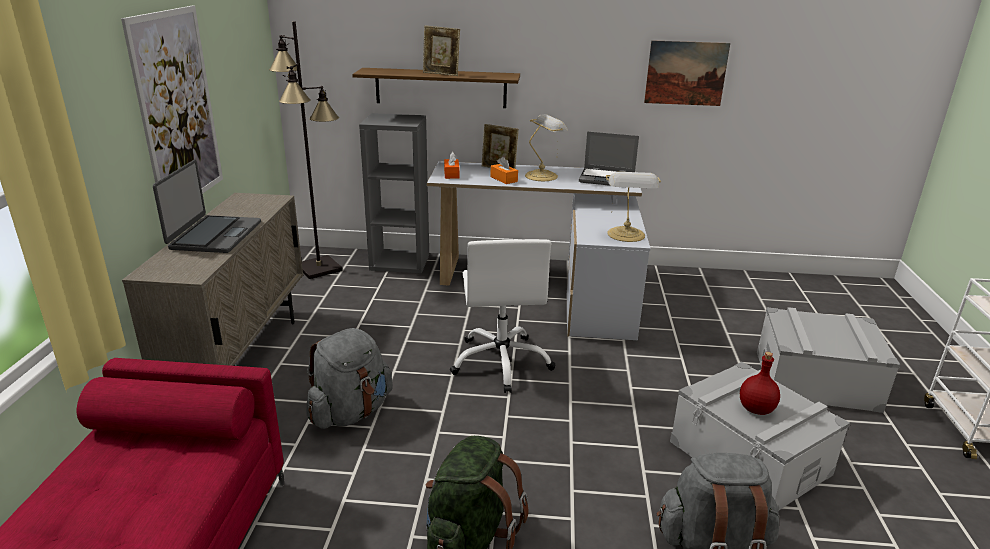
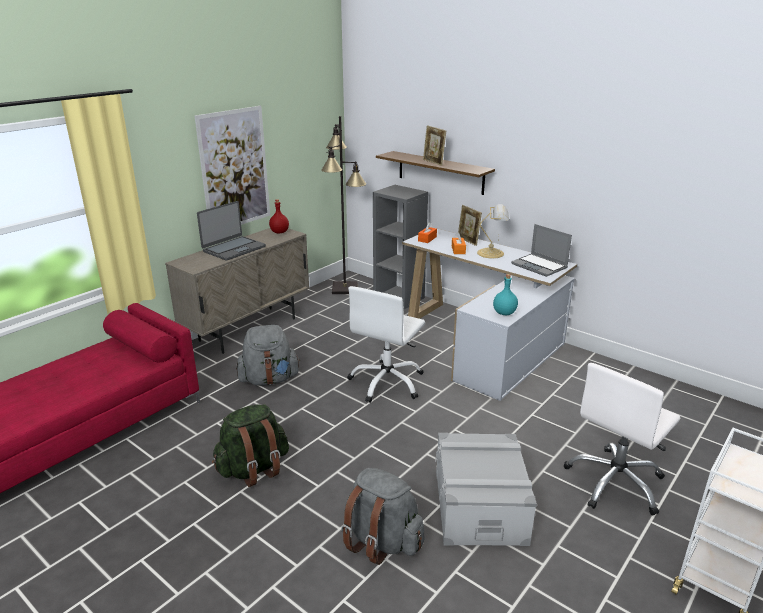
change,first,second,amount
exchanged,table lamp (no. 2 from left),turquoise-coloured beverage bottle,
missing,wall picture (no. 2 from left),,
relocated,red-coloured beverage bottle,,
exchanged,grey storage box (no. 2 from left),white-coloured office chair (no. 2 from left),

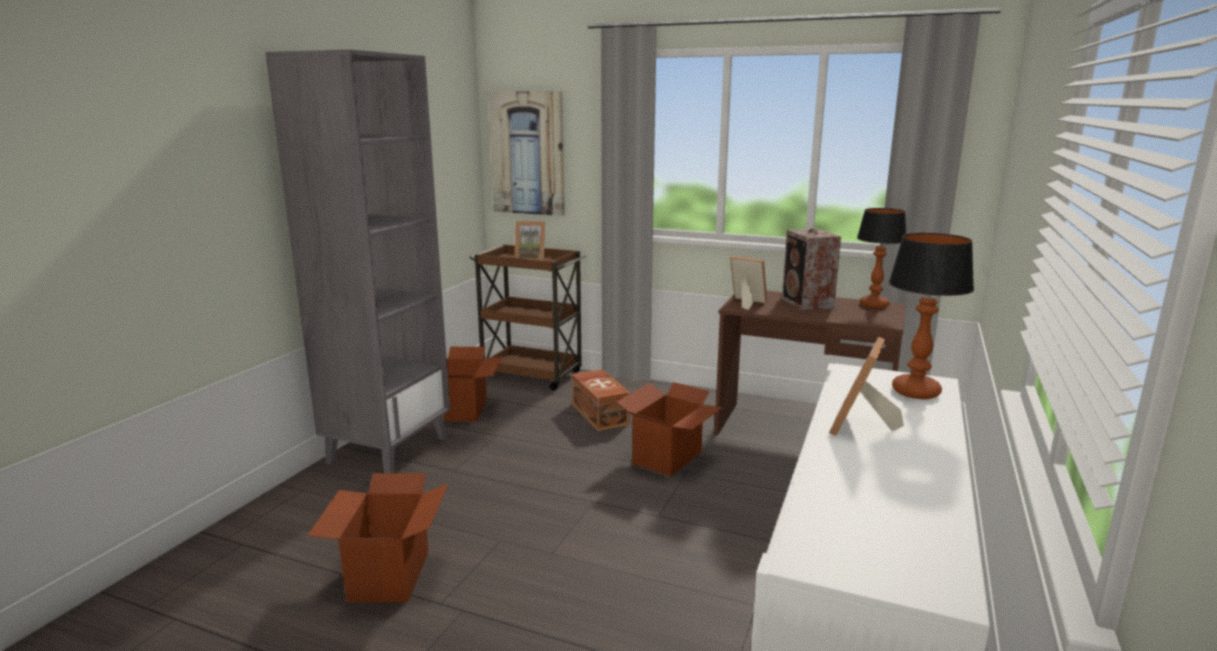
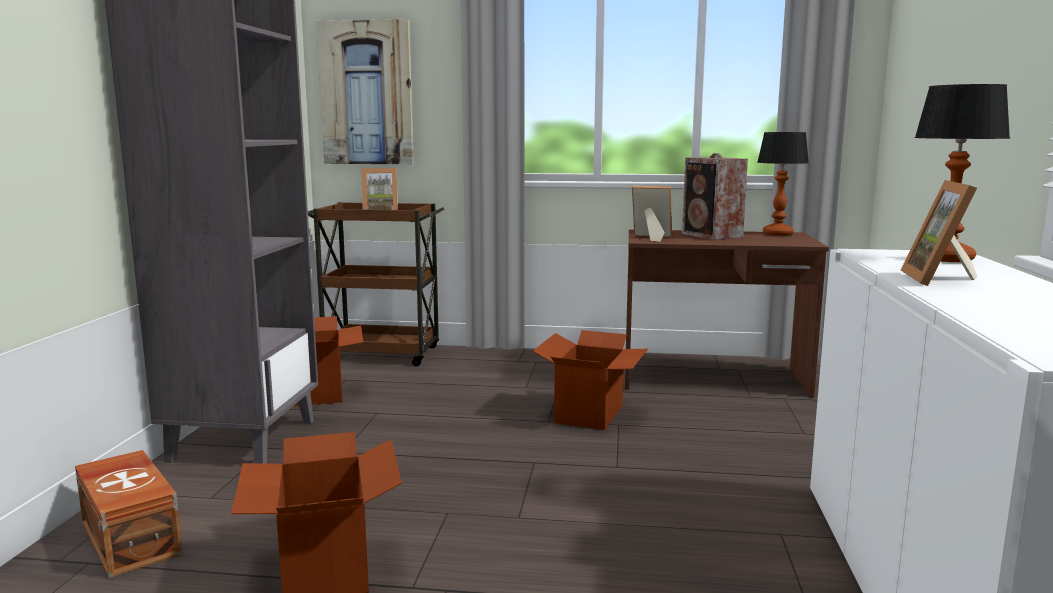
change,first,second,amount
relocated,brown storage box,,

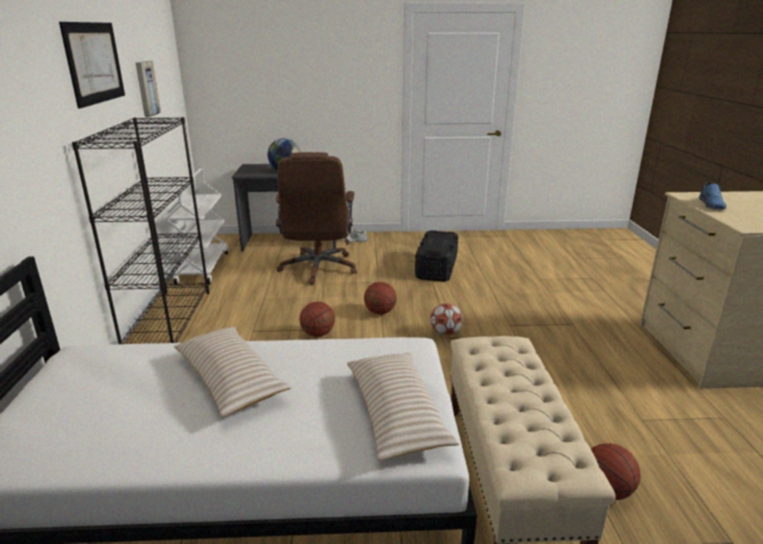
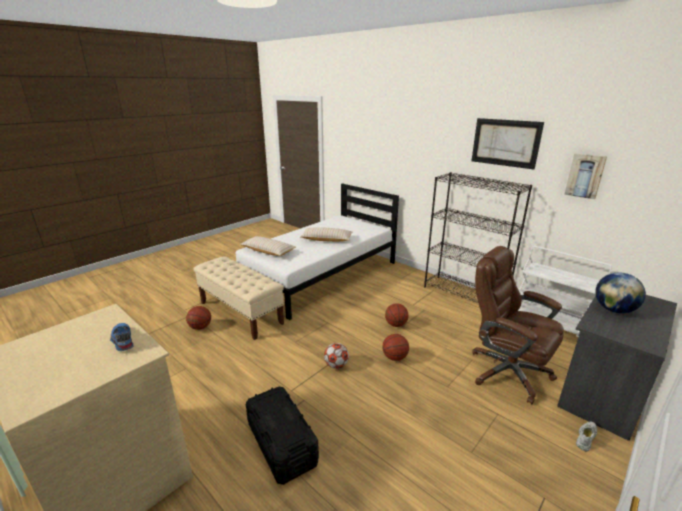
change,first,second,amount
relocated,black-coloured storage box,,

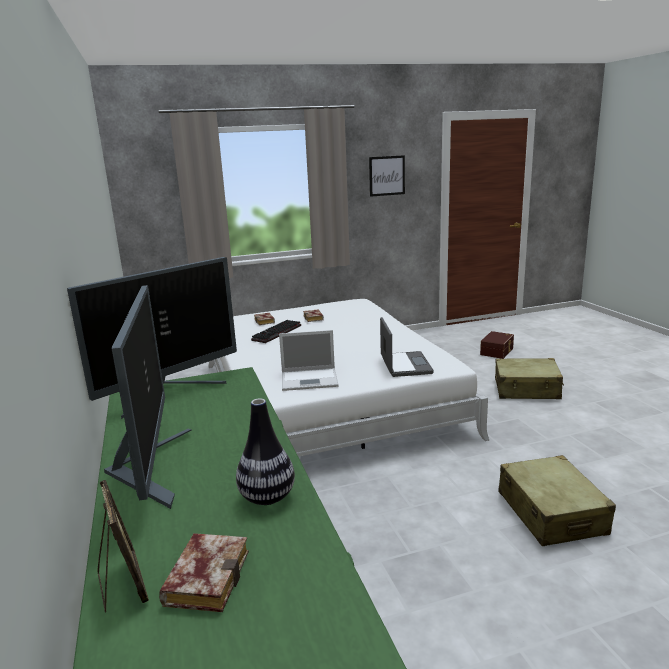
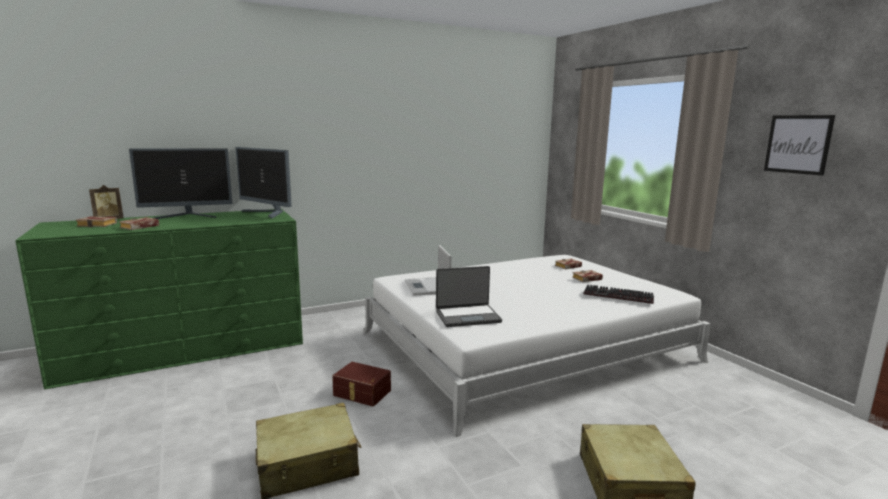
change,first,second,amount
exchanged,vase,book (no. 2 from left),
relocated,PC keyboard,,
relocated,brown storage box,,

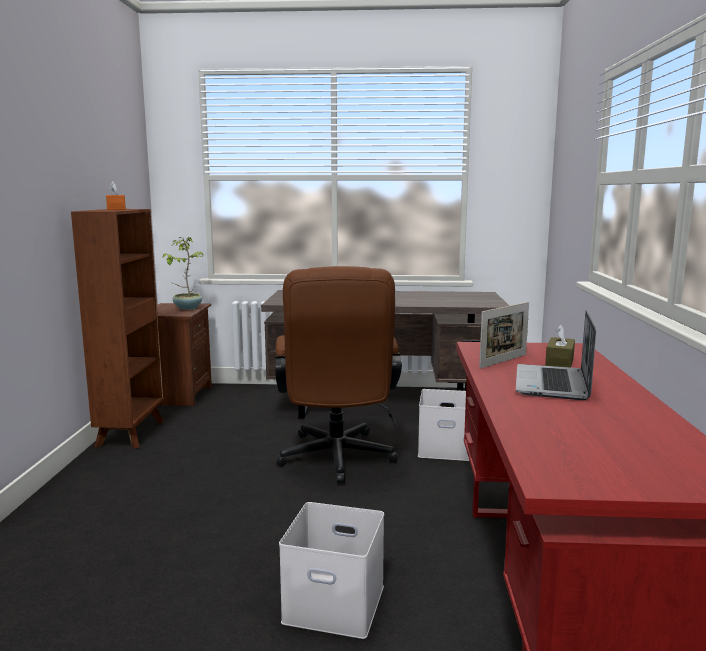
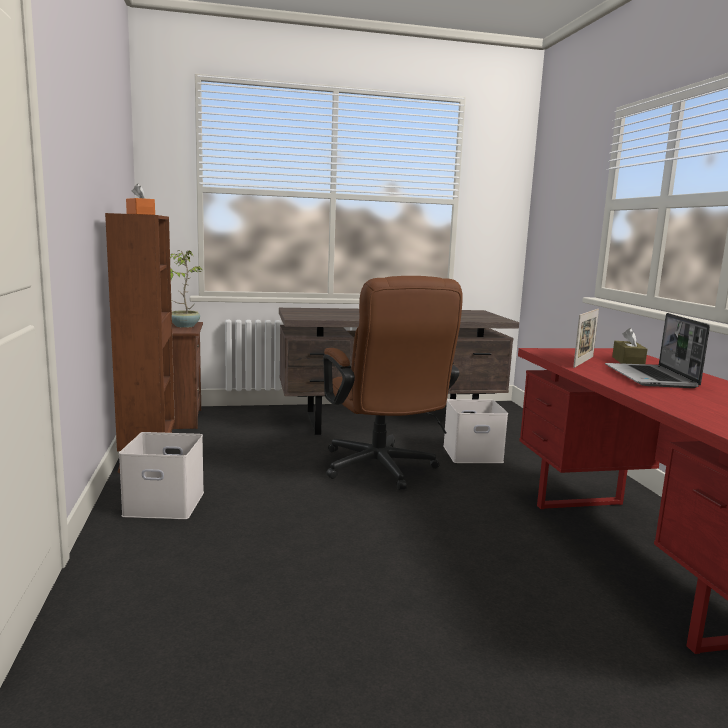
change,first,second,amount
relocated,white-coloured storage box (no. 1 from left),,

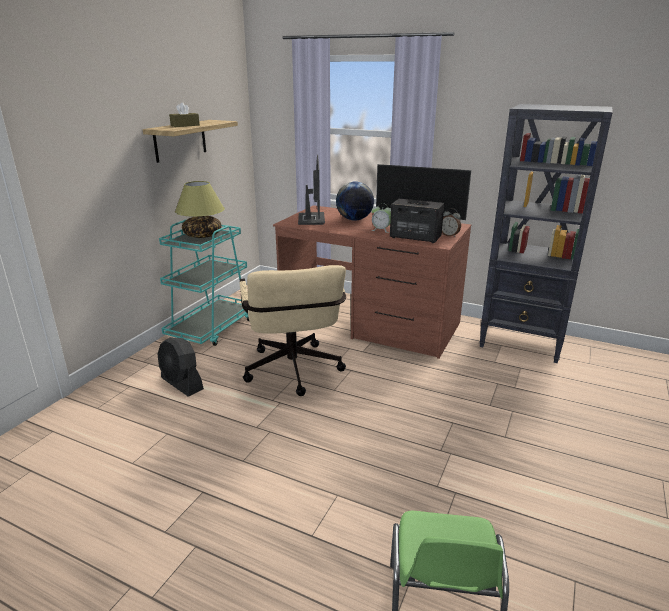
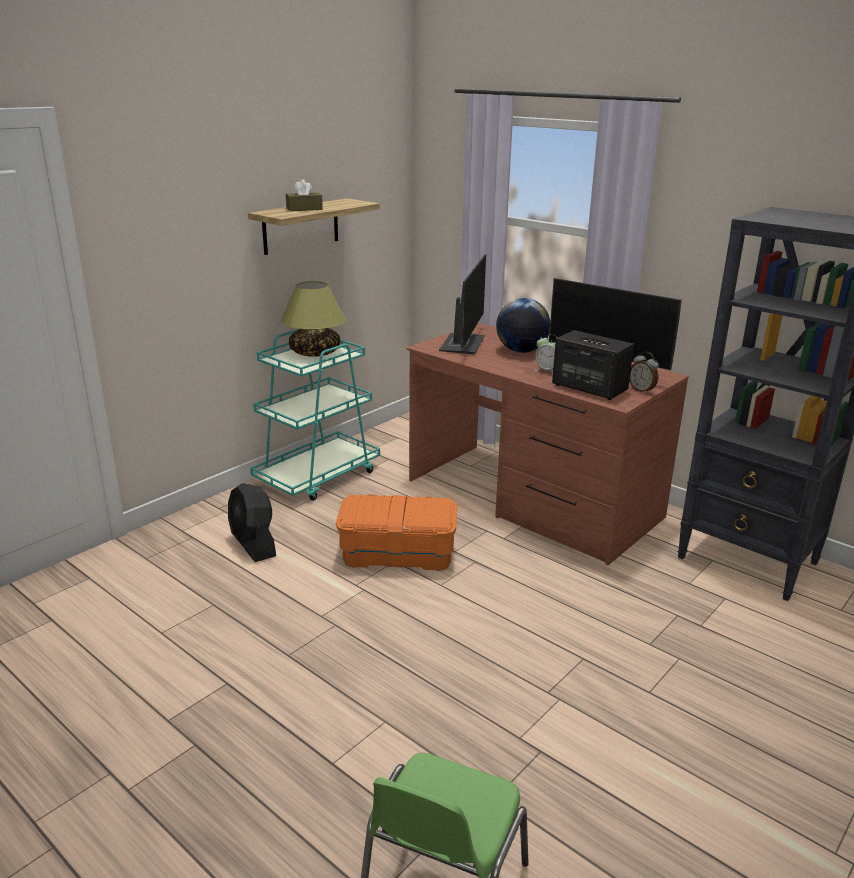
change,first,second,amount
exchanged,sand-coloured office chair,orange-coloured storage box,

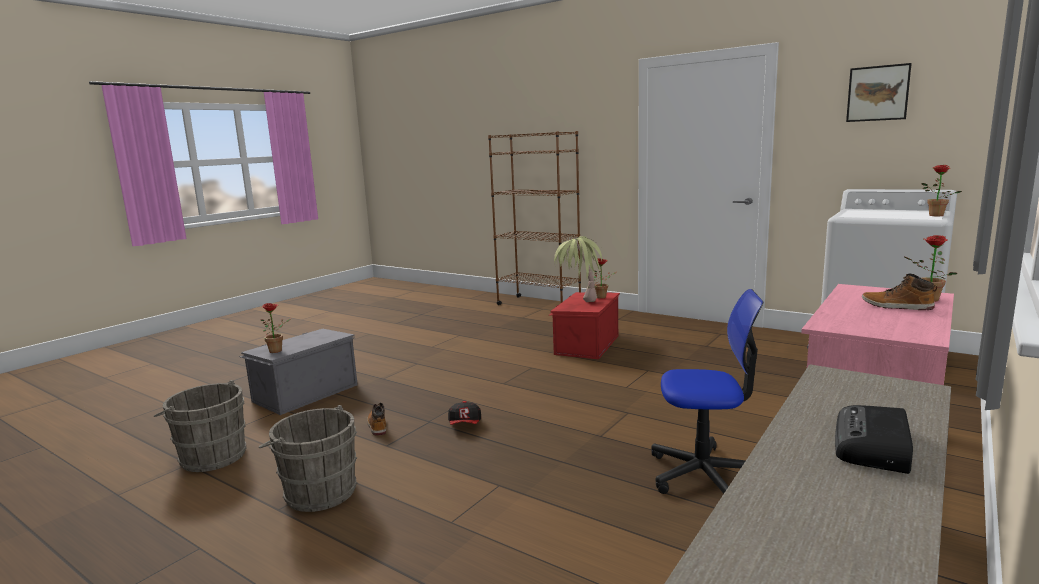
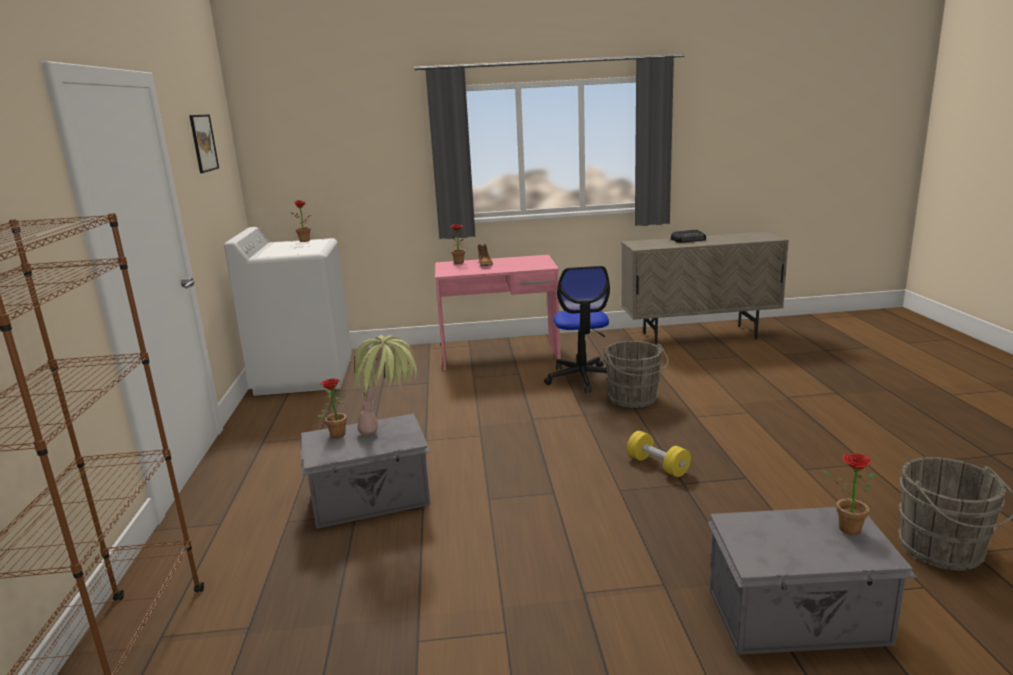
change,first,second,amount
relocated,grey bucket (no. 2 from left in the first image),grey bucket (no. 1 from left),
missing,tall boot (no. 1 from left),,
exchanged,baseball cap,yellow-coloured hand weight,
colour,red-coloured storage box,grey storage box (no. 1 from left),
spun,office chair,,150 degrees counterclockwise

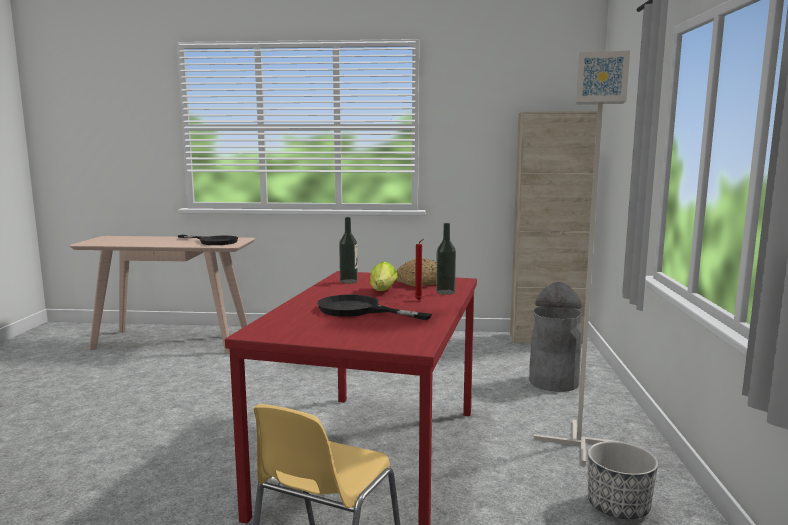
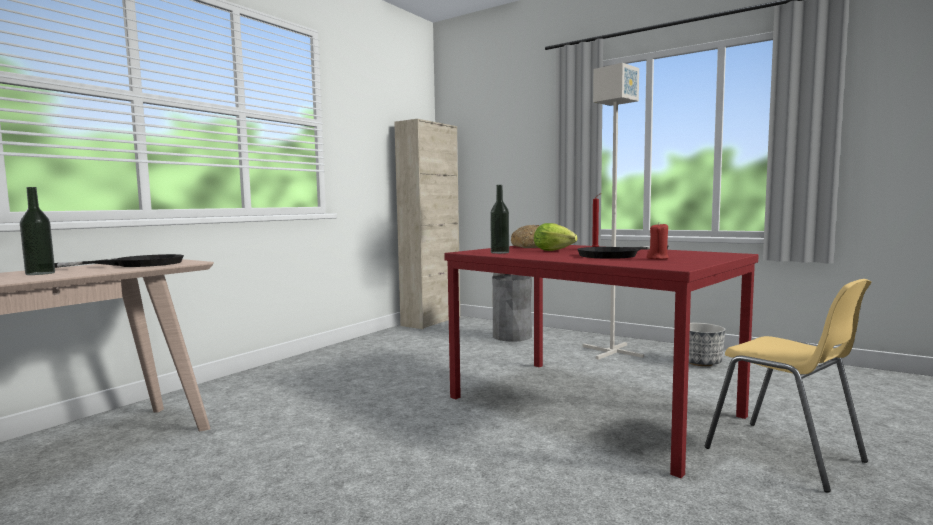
change,first,second,amount
relocated,beverage bottle (no. 2 from left in the first image),beverage bottle (no. 1 from left),
appeared,,red-coloured candle (no. 2 from left),

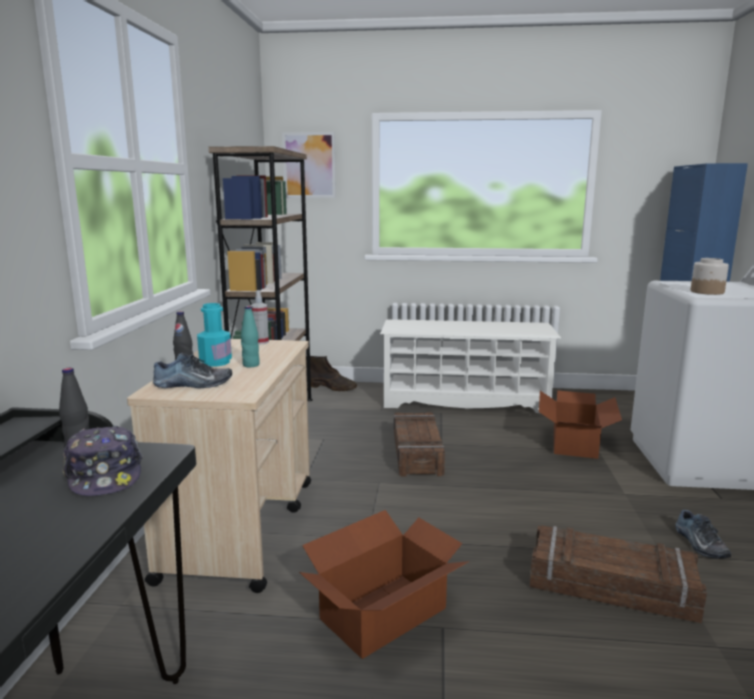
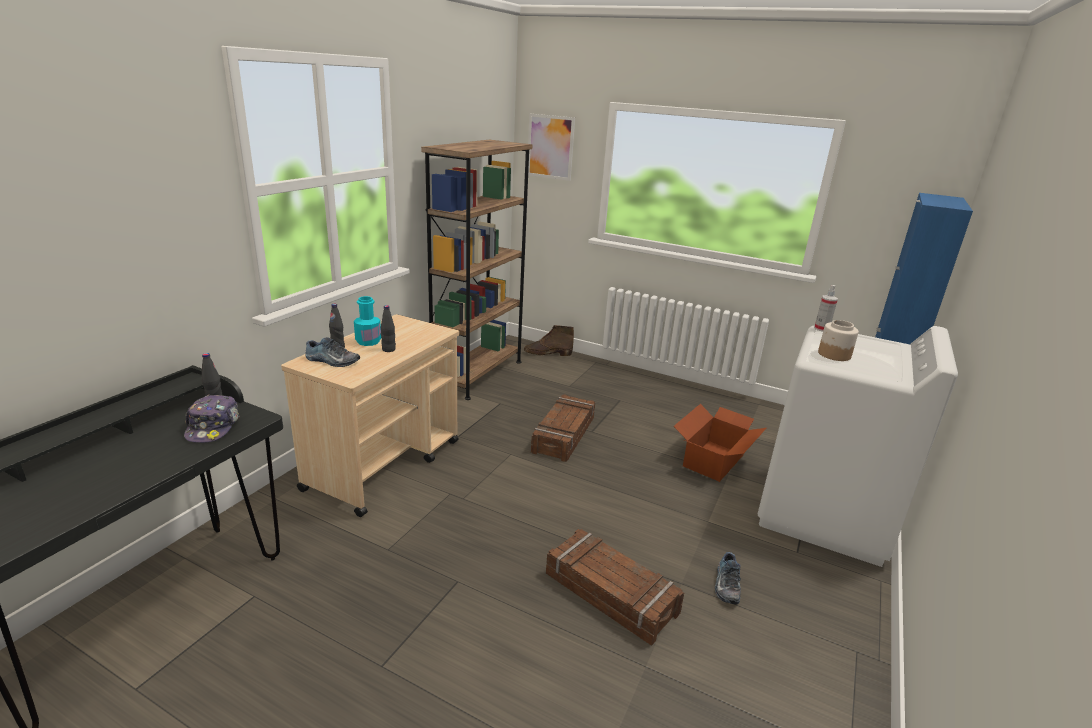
change,first,second,amount
colour,turquoise-coloured beverage bottle (no. 2 from left),black-coloured beverage bottle (no. 3 from left),
relocated,hand sprayer,,
missing,carton (no. 1 from left),,
spun,brown tall boot,,135 degrees clockwise
missing,white-coloured shoe rack,,

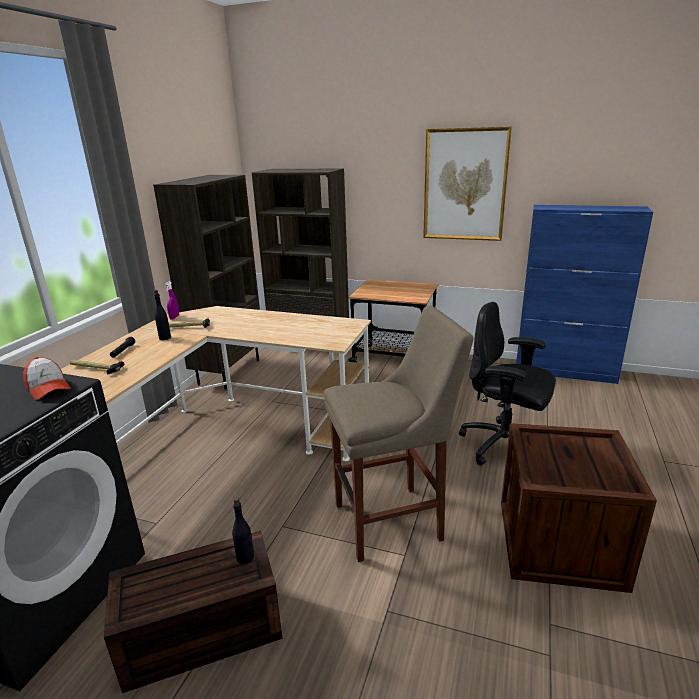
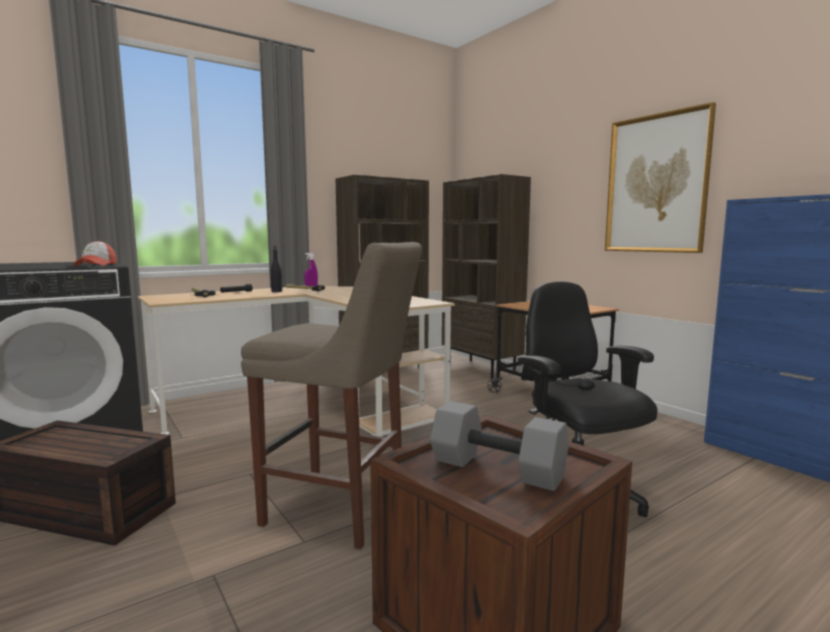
change,first,second,amount
missing,black-coloured beverage bottle (no. 2 from left),,
appeared,,grey hand weight,

